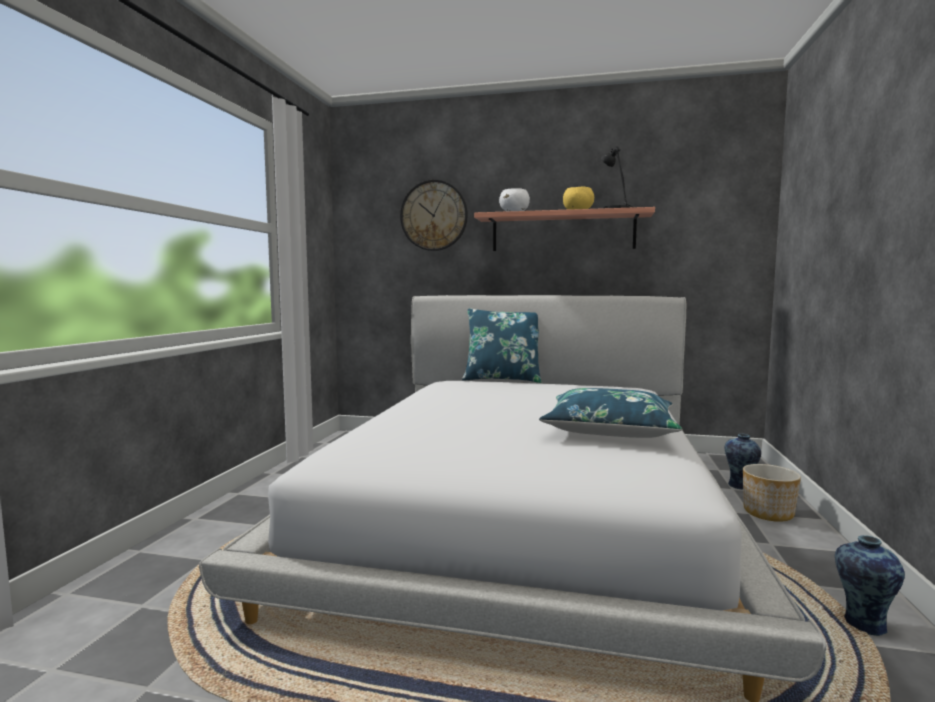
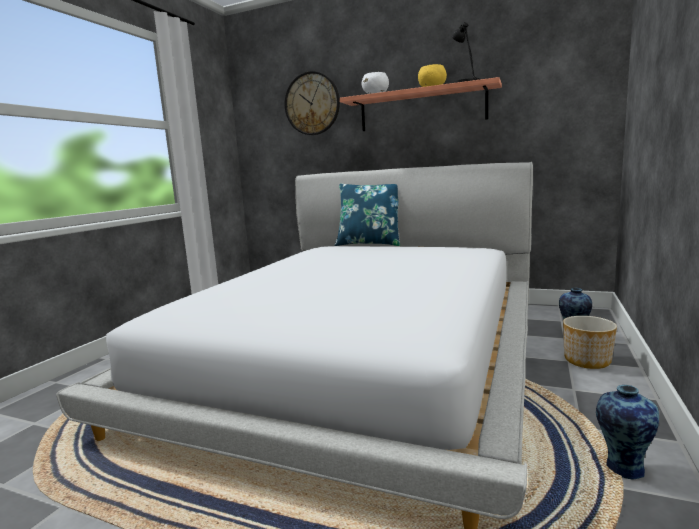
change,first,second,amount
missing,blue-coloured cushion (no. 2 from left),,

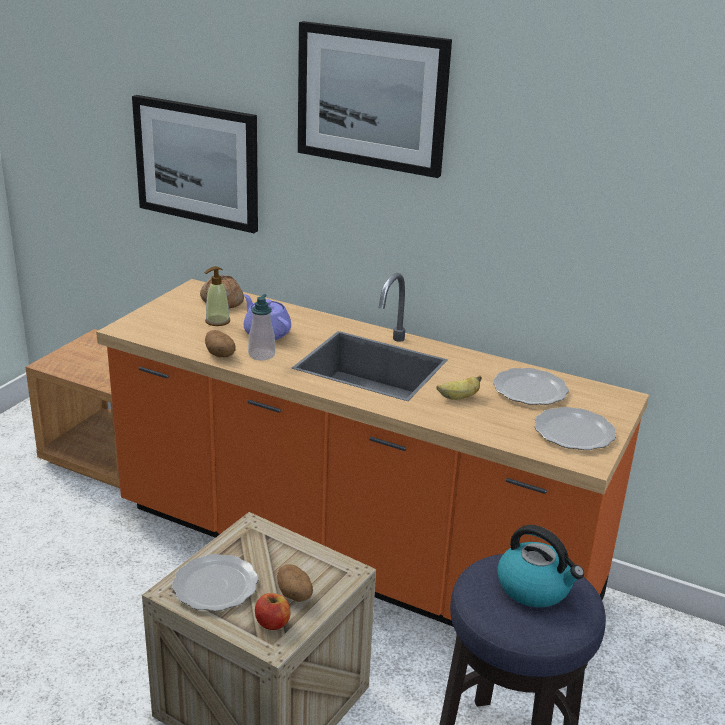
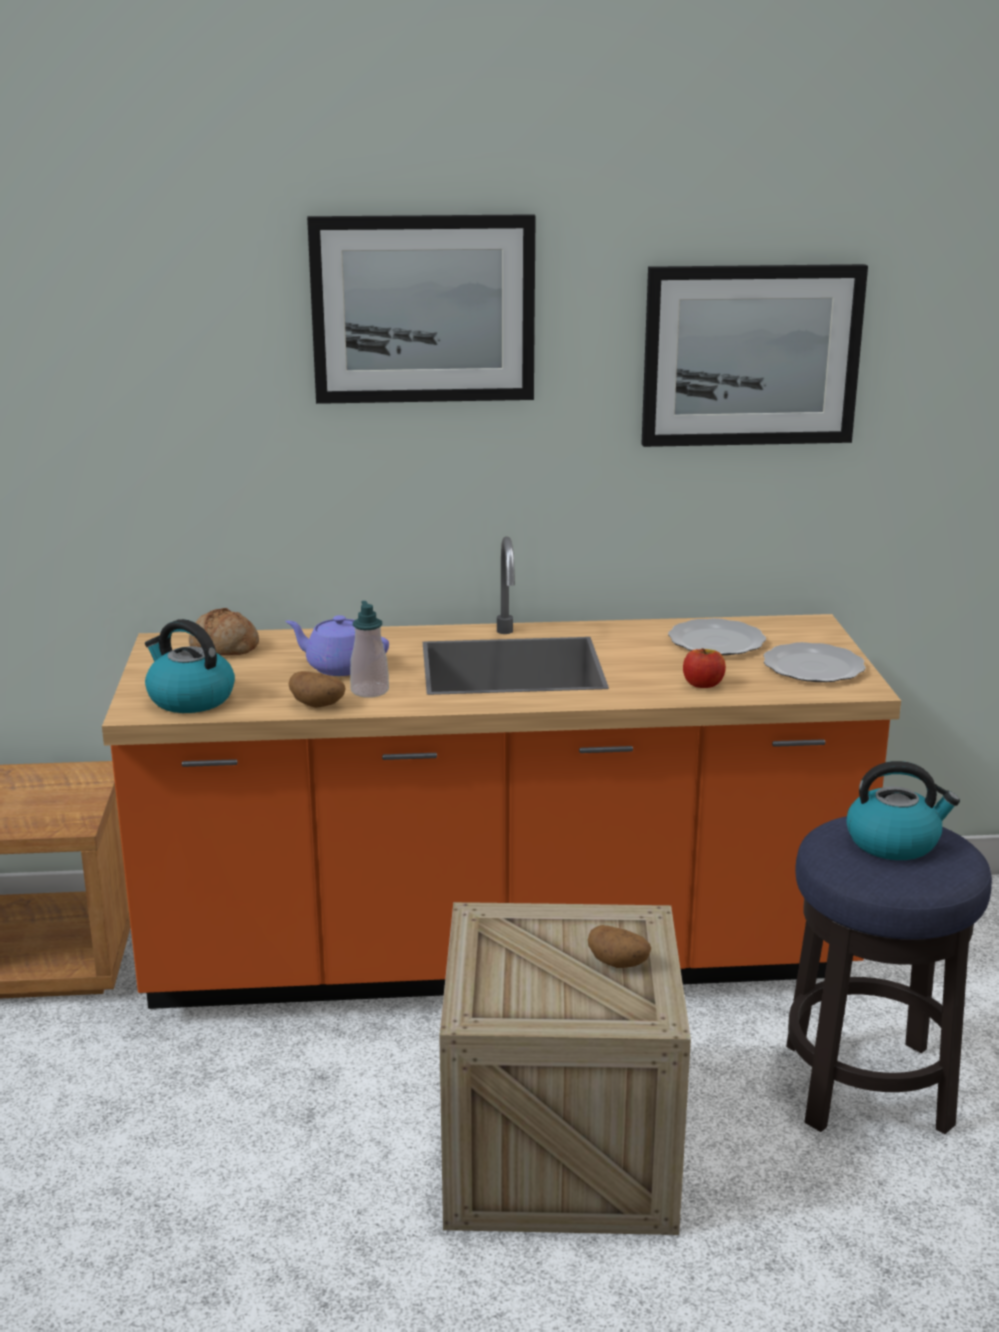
change,first,second,amount
relocated,wall picture (no. 1 from left in the first image),wall picture (no. 2 from left),
missing,dinner plate (no. 1 from left),,
missing,soap bottle (no. 1 from left),,
relocated,apple,,
missing,whole banana,,
appeared,,kettle (no. 1 from left),

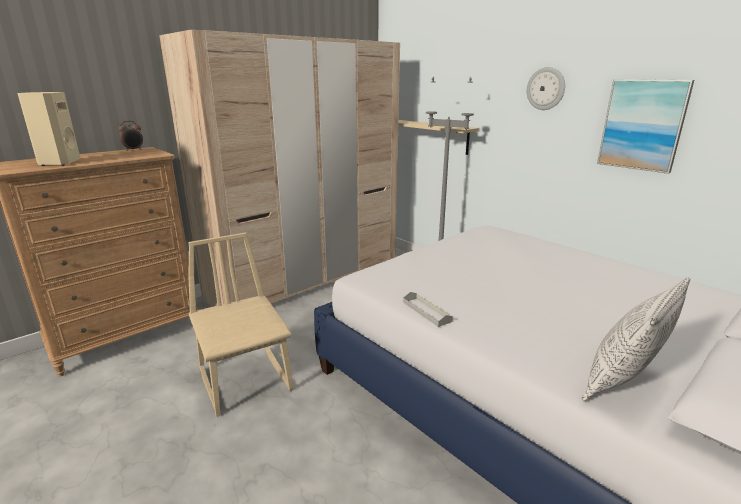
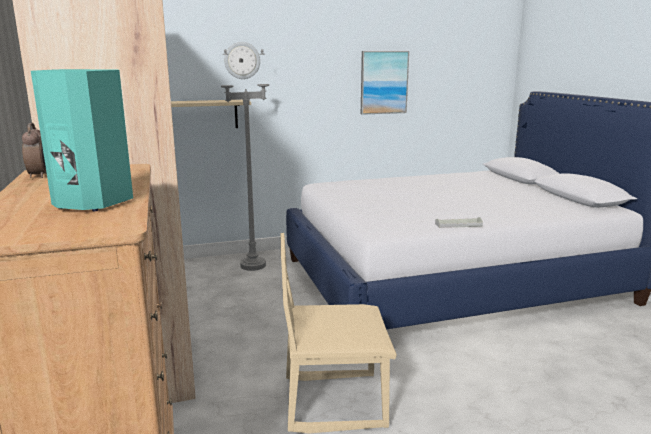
change,first,second,amount
colour,sand-coloured audio speaker,turquoise-coloured audio speaker,
relocated,clock on the wall,,
missing,cushion,,

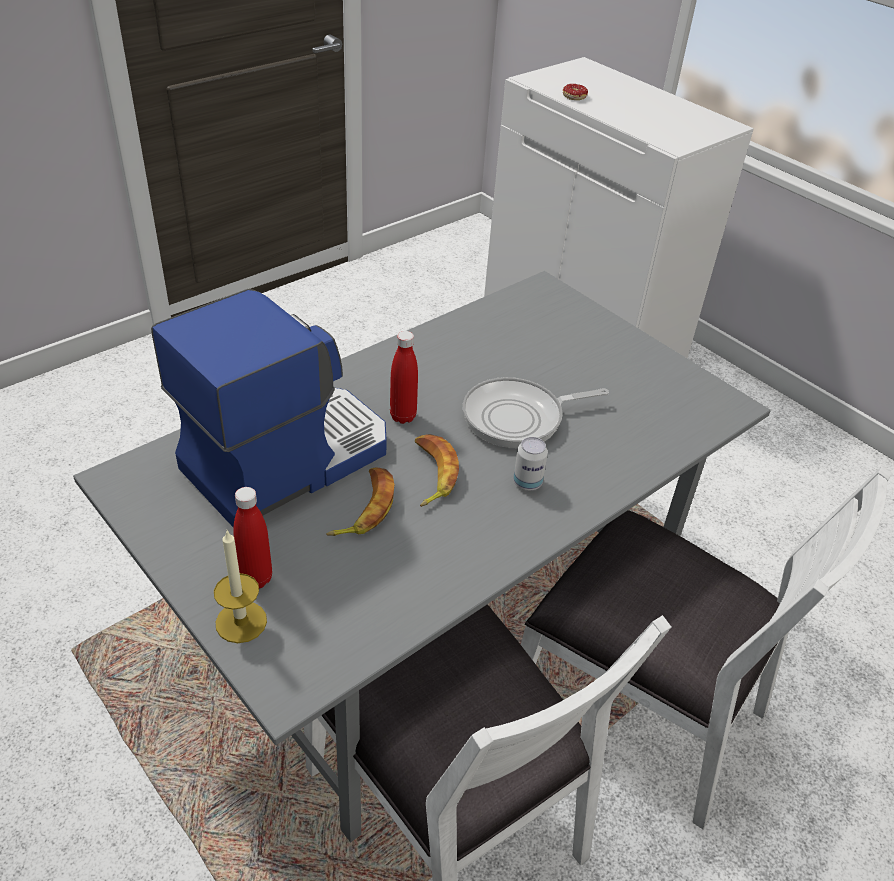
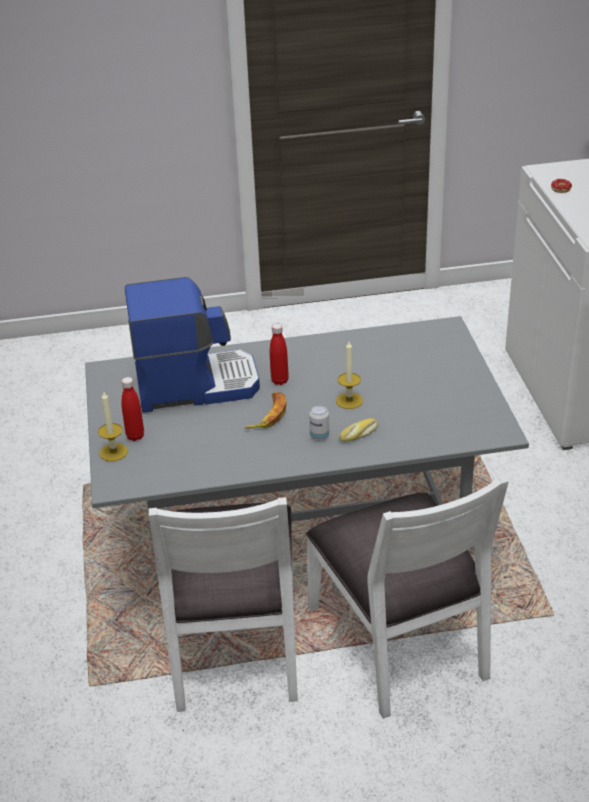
change,first,second,amount
missing,whole banana (no. 1 from left),,
exchanged,frying pan,candle (no. 2 from left),
appeared,,bread,

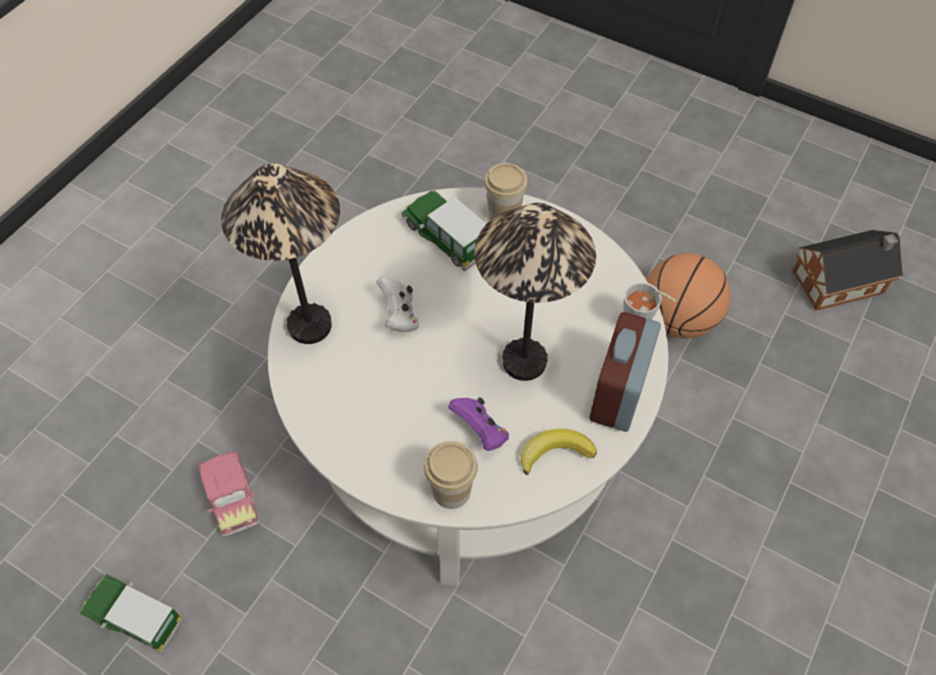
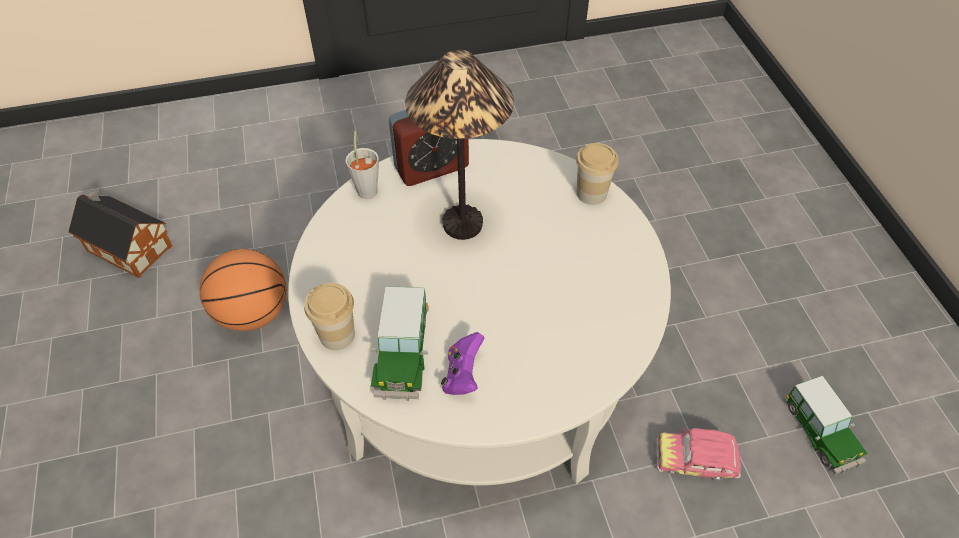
change,first,second,amount
spun,miniature car (no. 2 from left),,105 degrees counterclockwise
missing,table lamp (no. 1 from left),,
missing,white-coloured gamepad,,
relocated,purple gamepad,,
missing,whole banana,,

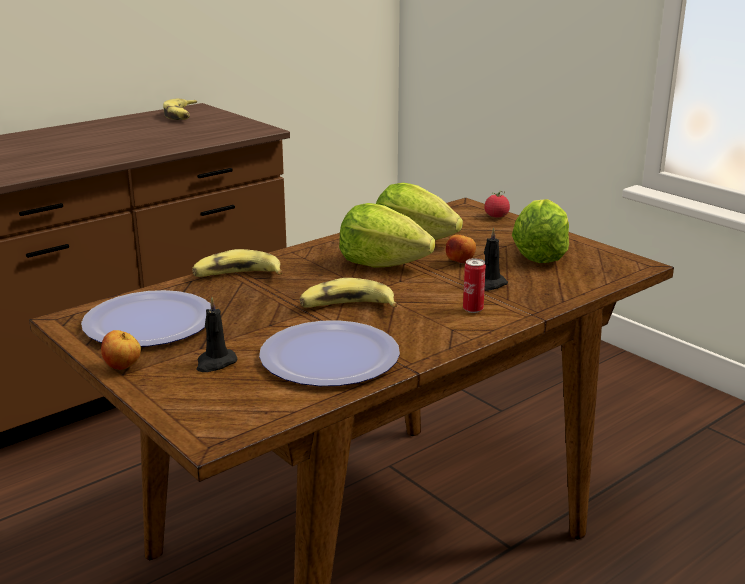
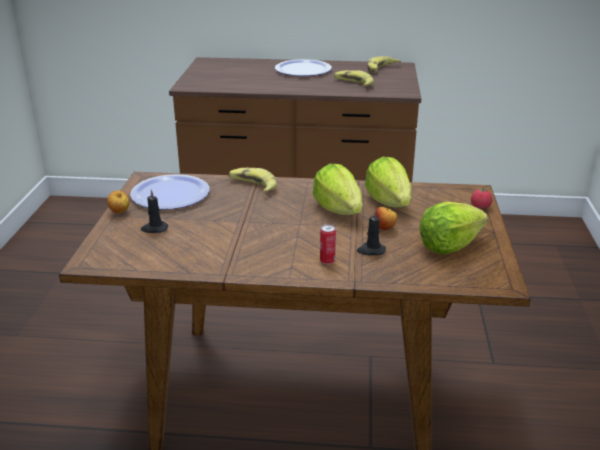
change,first,second,amount
relocated,dinner plate (no. 2 from left),,
relocated,whole banana (no. 3 from left in the first image),whole banana (no. 2 from left),

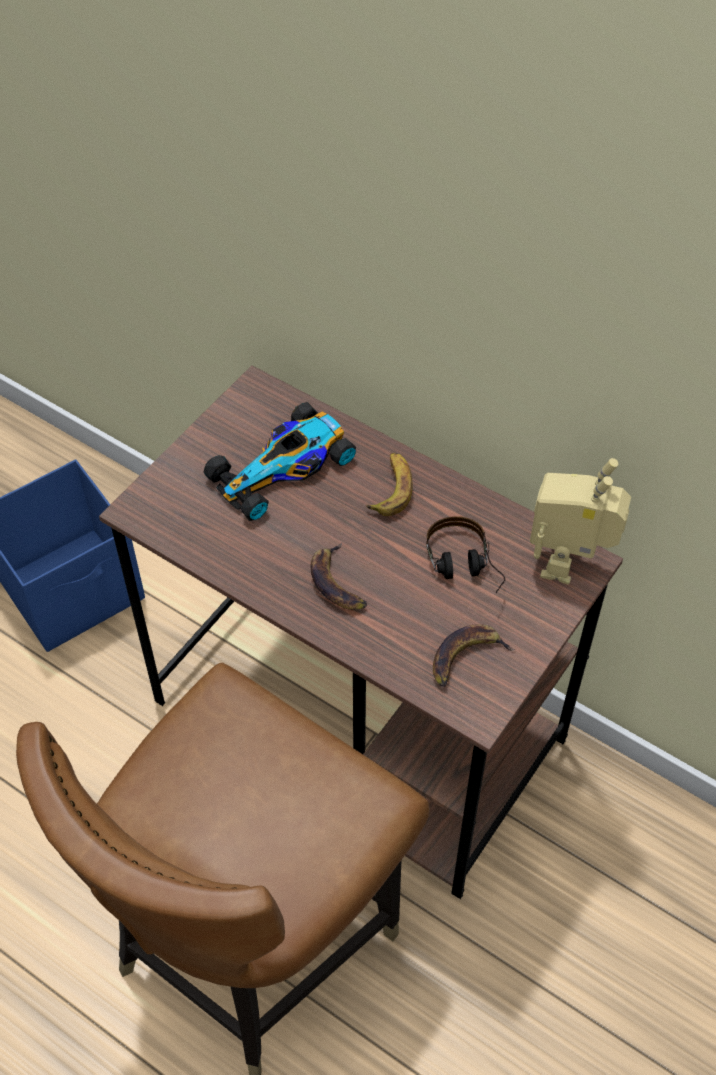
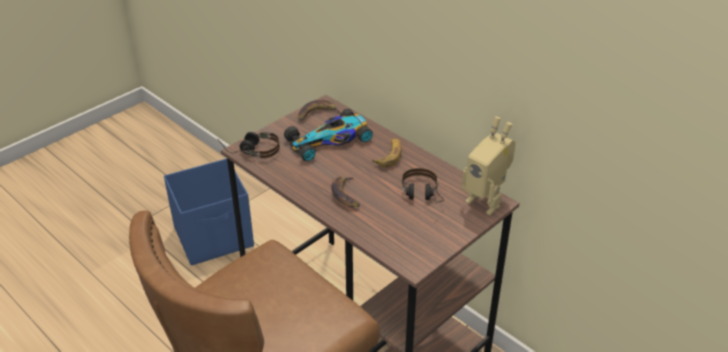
change,first,second,amount
relocated,whole banana (no. 3 from left in the first image),whole banana (no. 1 from left),
spun,robot figure,,75 degrees counterclockwise
appeared,,headset (no. 1 from left),

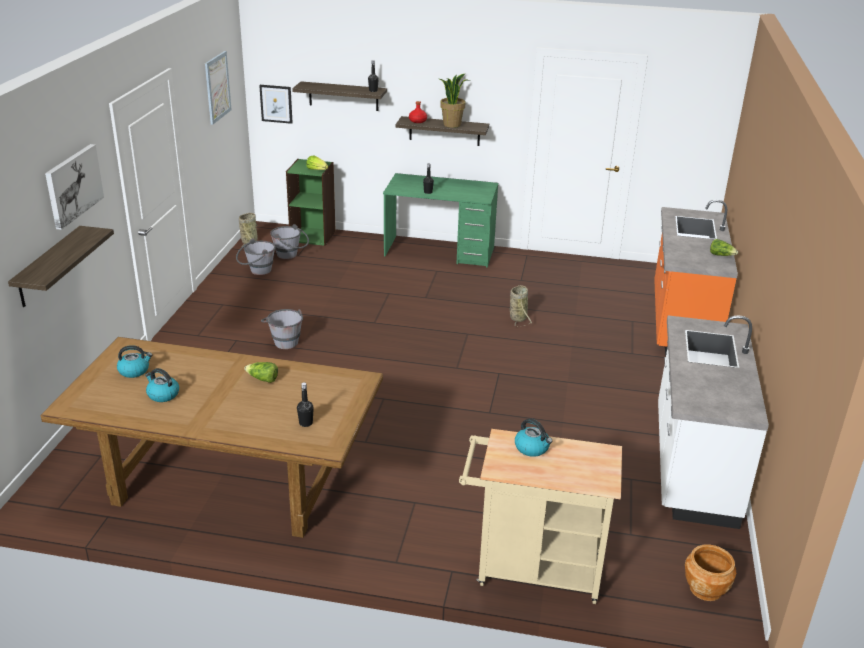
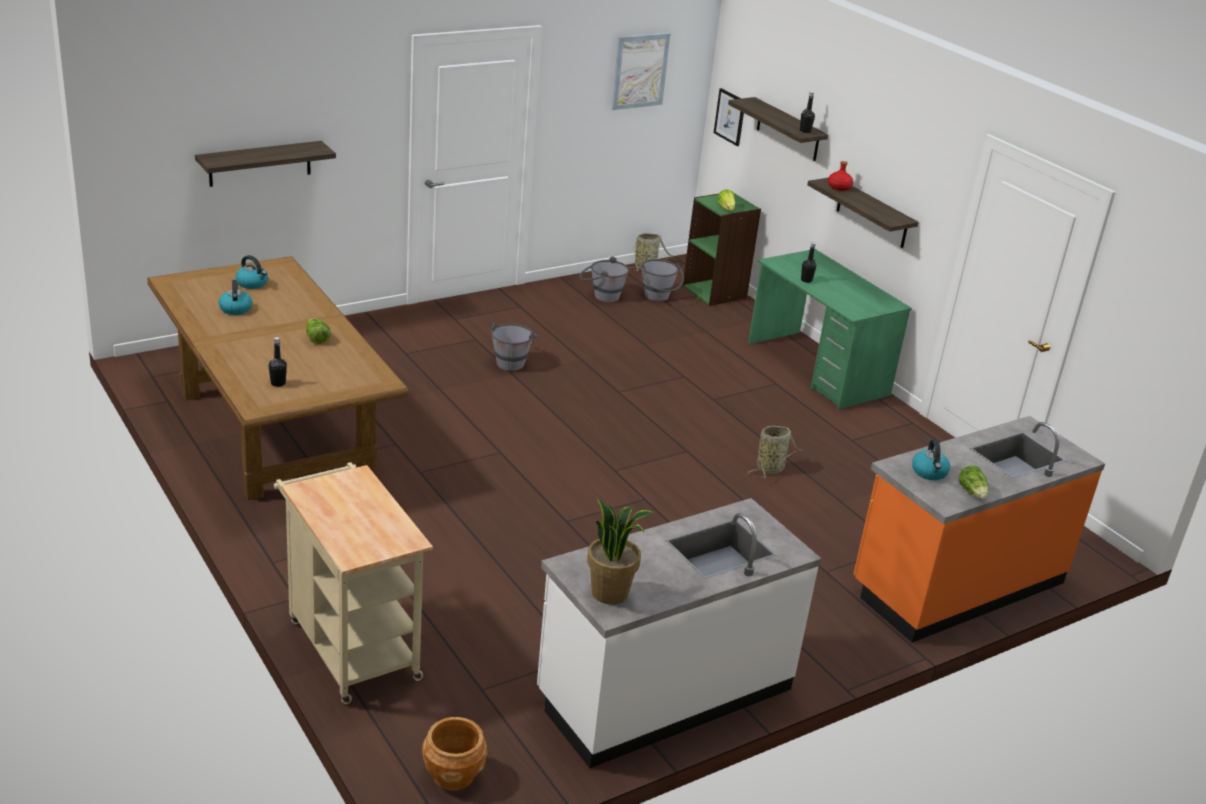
change,first,second,amount
missing,wall picture (no. 1 from left),,
relocated,houseplant,,
relocated,kettle (no. 3 from left),,

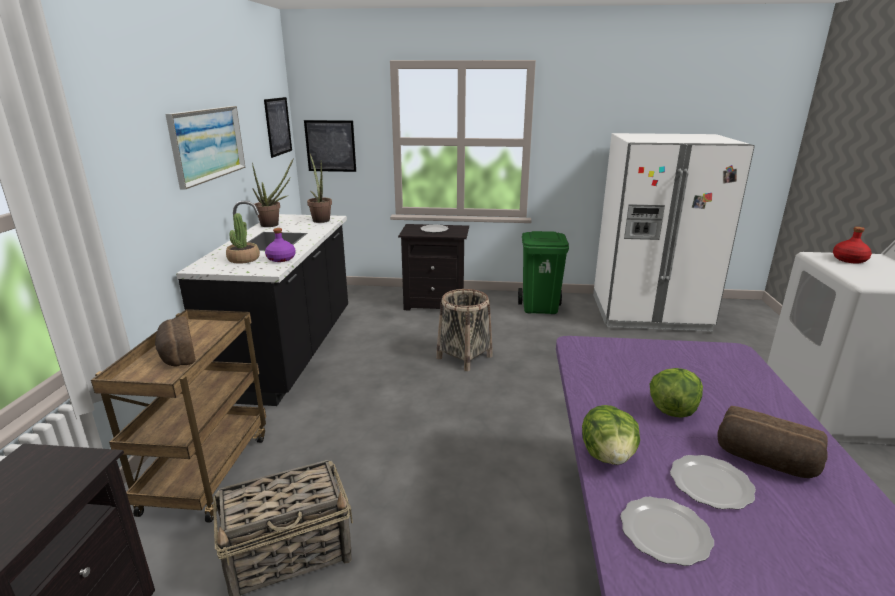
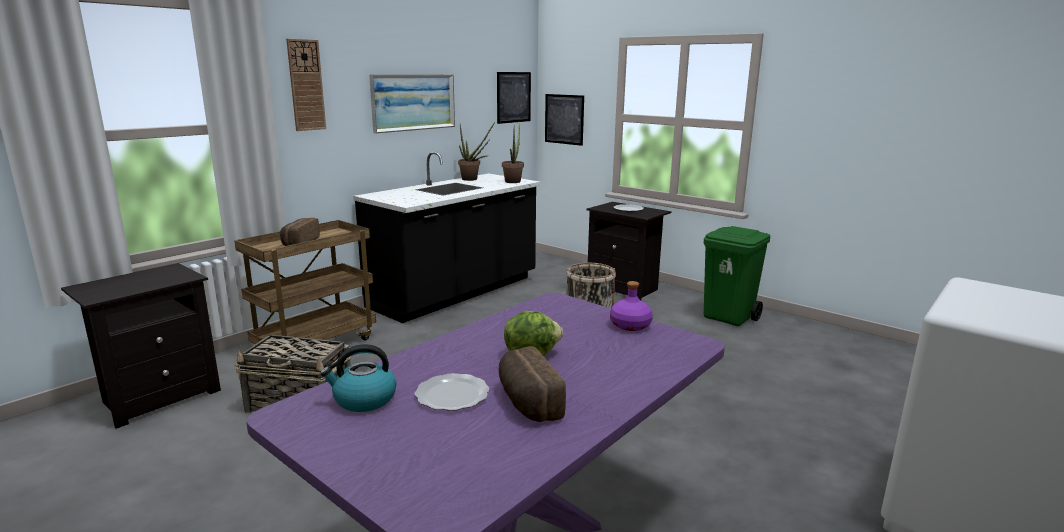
change,first,second,amount
missing,houseplant (no. 1 from left),,
relocated,purple beverage bottle,,
missing,head of lettuce (no. 1 from left),,
missing,white-coloured fridge,,
exchanged,dinner plate (no. 2 from left),kettle,
missing,red-coloured beverage bottle,,
appeared,,clock on the wall,

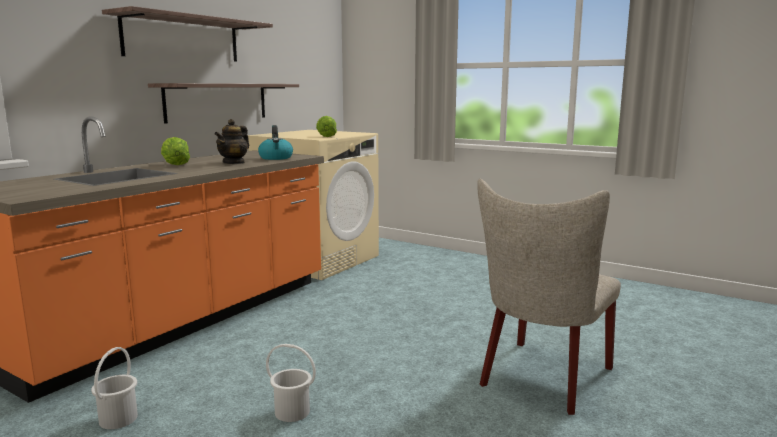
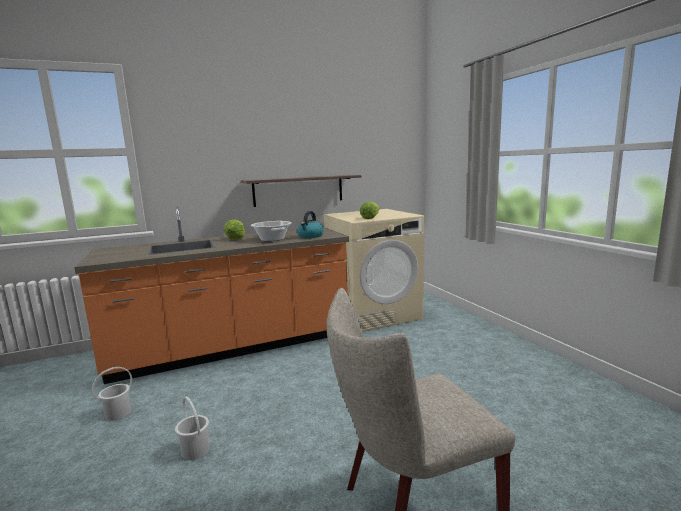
change,first,second,amount
missing,wall shelf (no. 1 from left),,
exchanged,tea pot,cooking pot,

